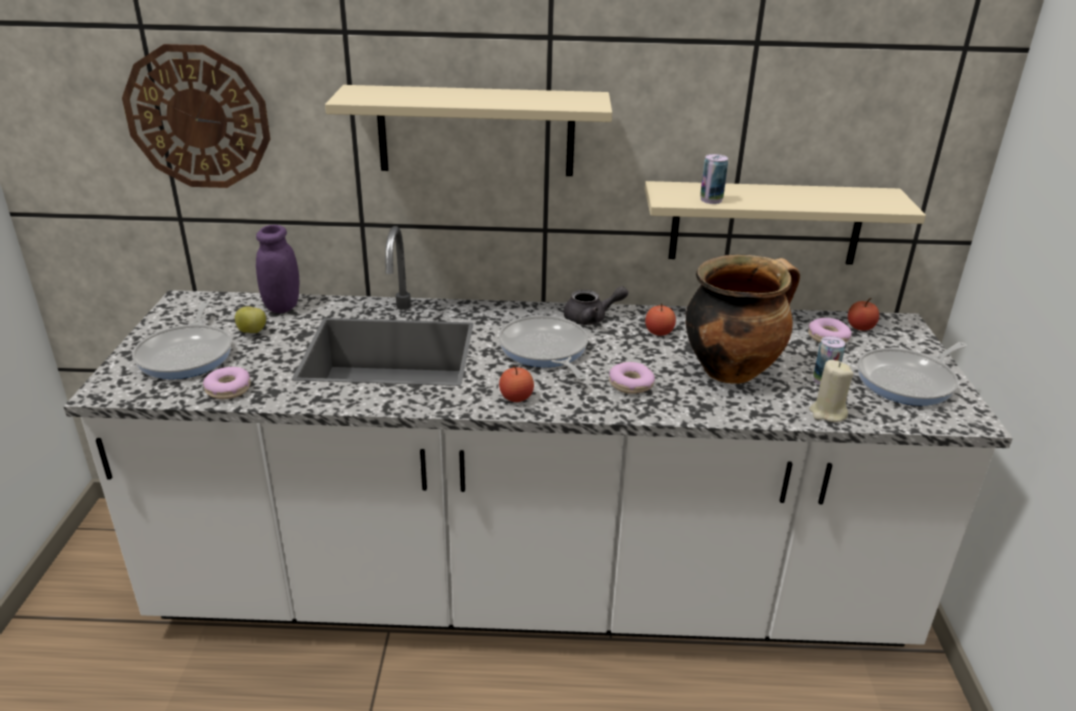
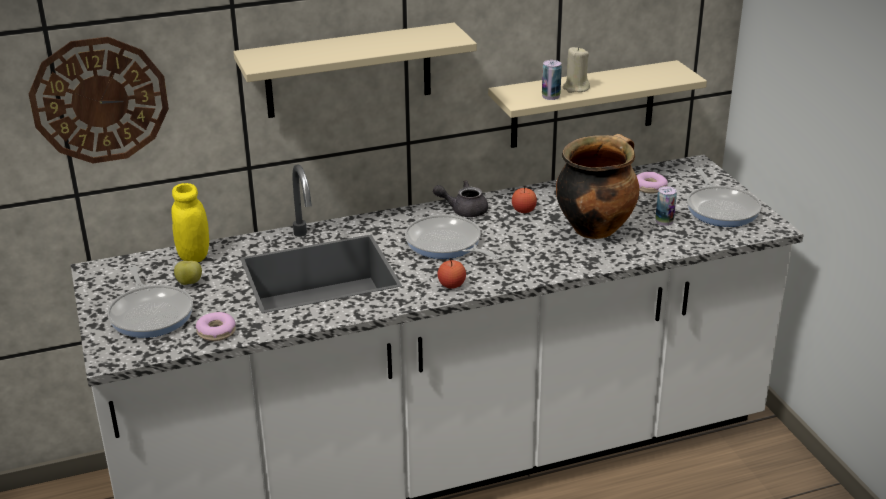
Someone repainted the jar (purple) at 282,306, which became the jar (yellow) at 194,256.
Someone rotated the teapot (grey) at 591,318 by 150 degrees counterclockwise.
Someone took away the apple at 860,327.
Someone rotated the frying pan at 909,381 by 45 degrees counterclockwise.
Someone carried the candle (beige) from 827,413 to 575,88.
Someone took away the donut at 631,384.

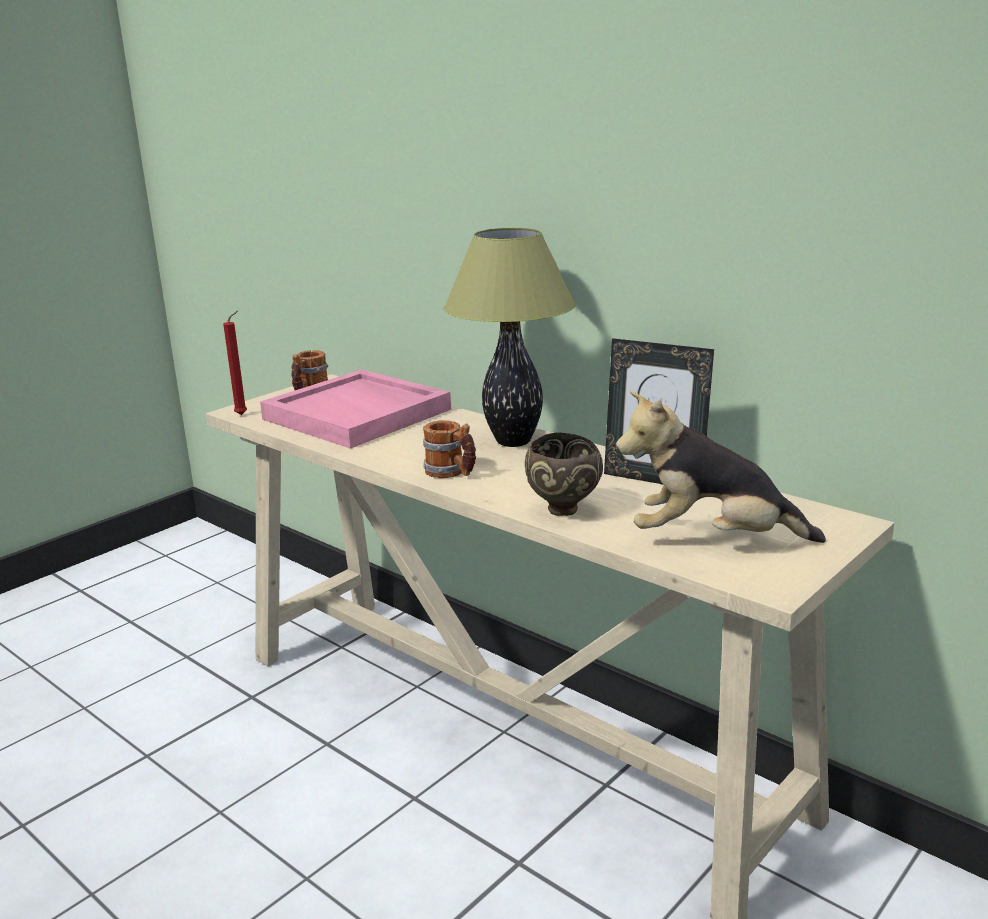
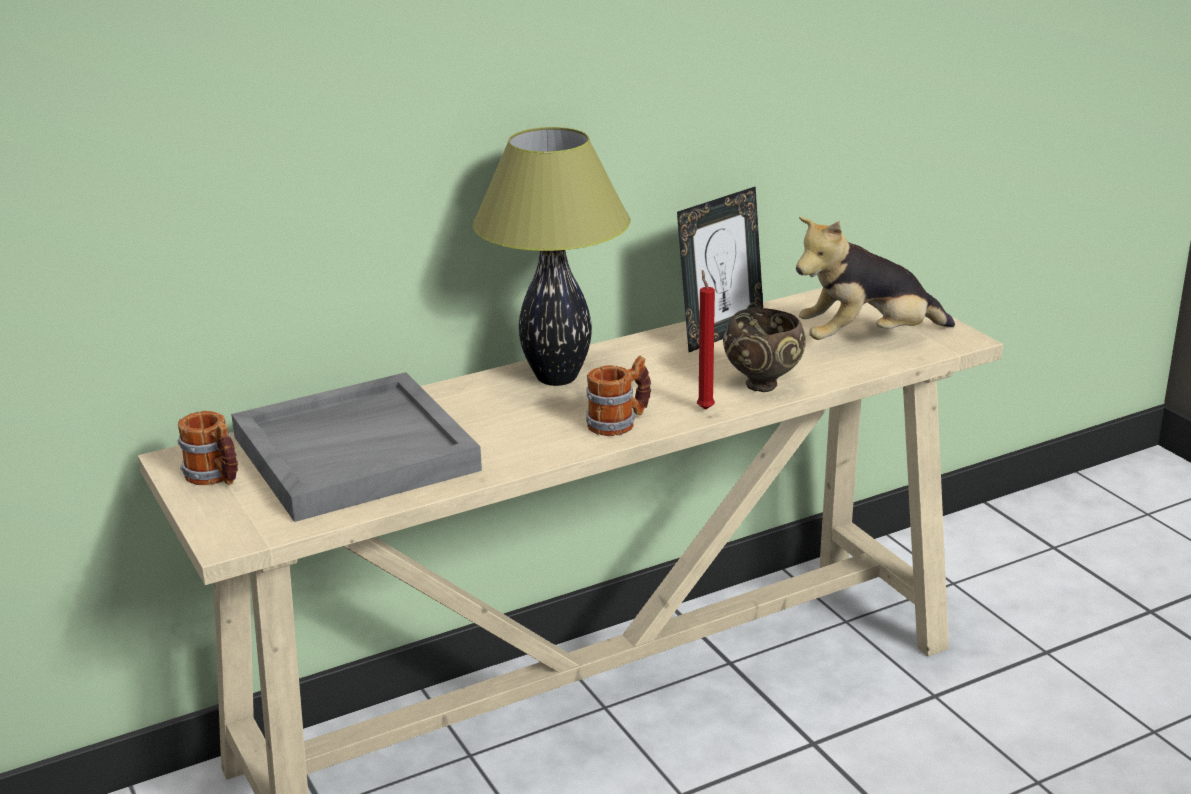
Someone carried the candle (red) from 243,414 to 704,408.
Someone repainted the tray (pink) at 359,414, which became the tray (grey) at 356,452.
Someone rotated the plush toy at 712,540 by 45 degrees clockwise.

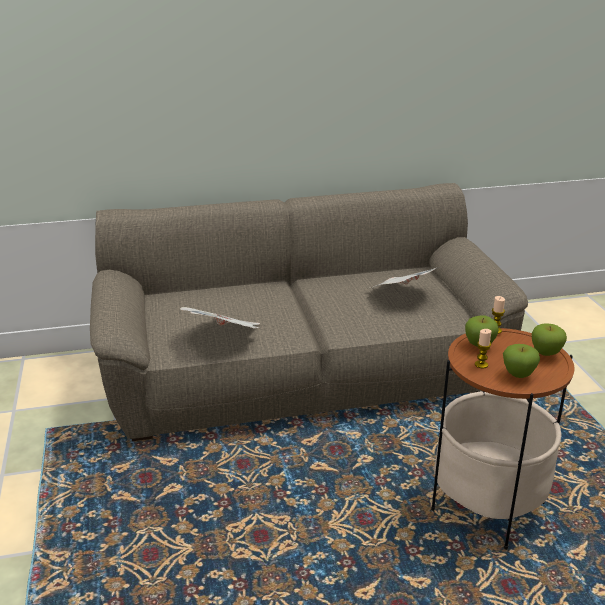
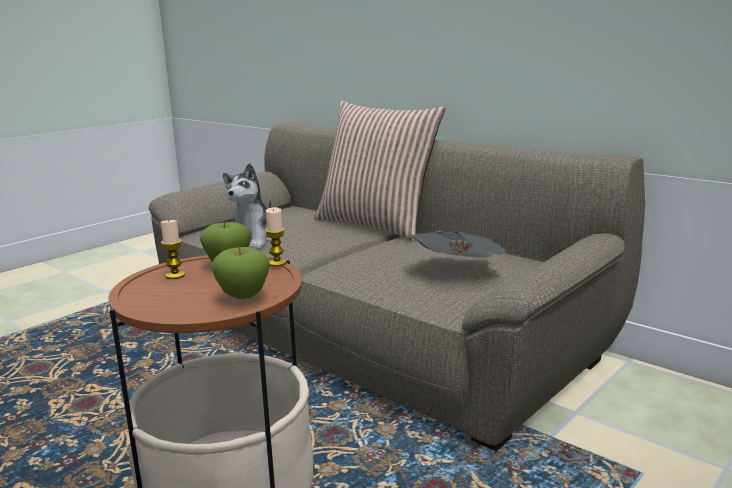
Someone swapped the newspaper at 225,336 for the plush toy at 255,239.
Someone took away the apple at 518,374.
Someone put down the pillow at 376,225.

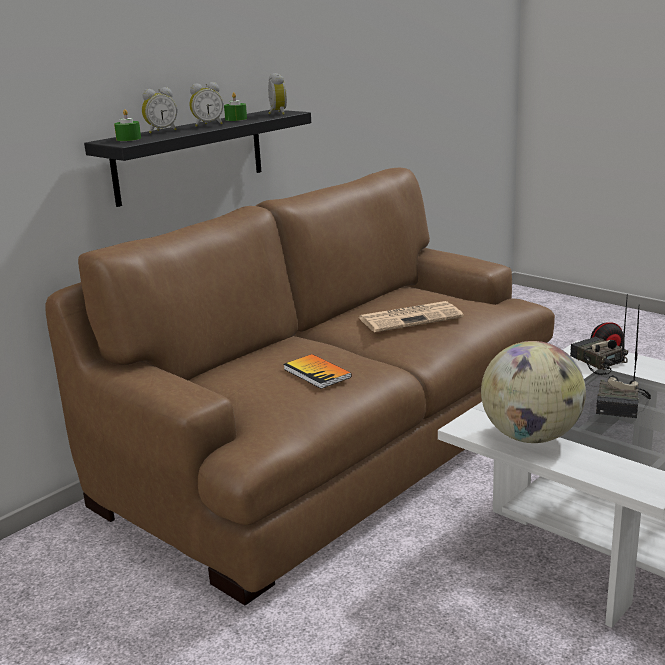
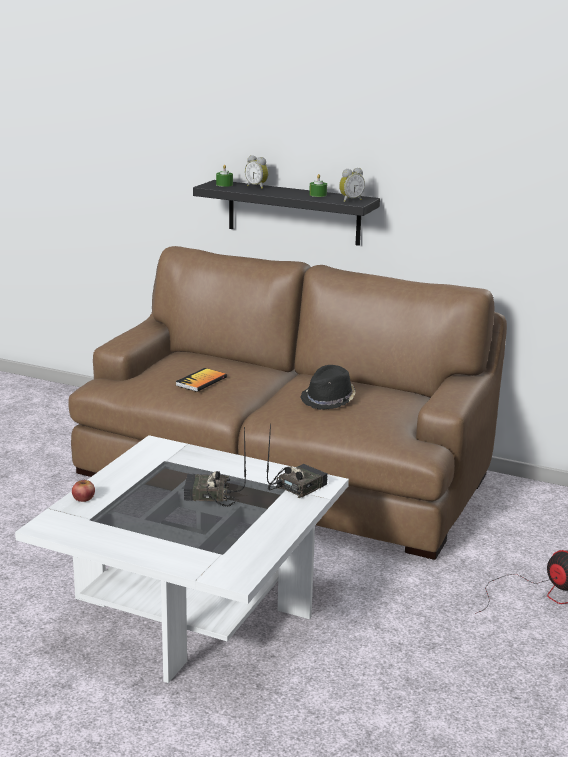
Someone took away the alarm clock at 207,125.
Someone swapped the newspaper at 411,317 for the hat (black) at 329,400.
Someone took away the globe at 531,437.
Someone put down the apple at 83,498.

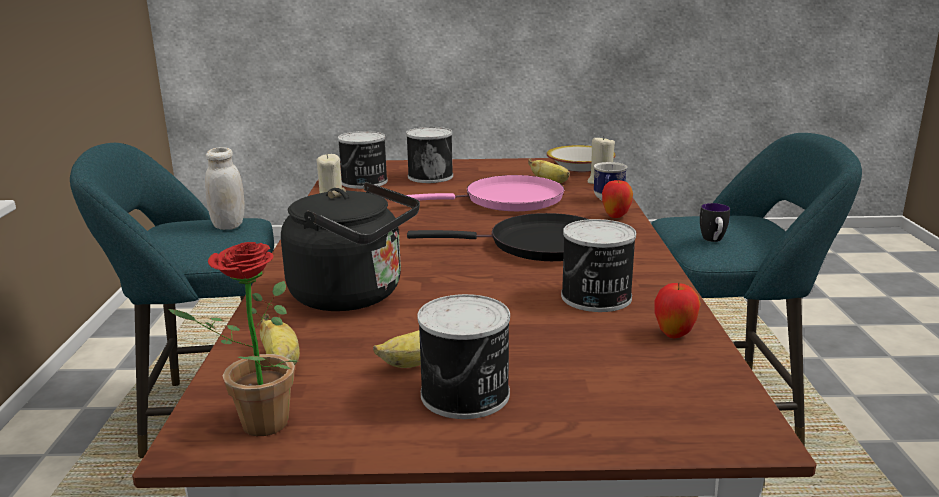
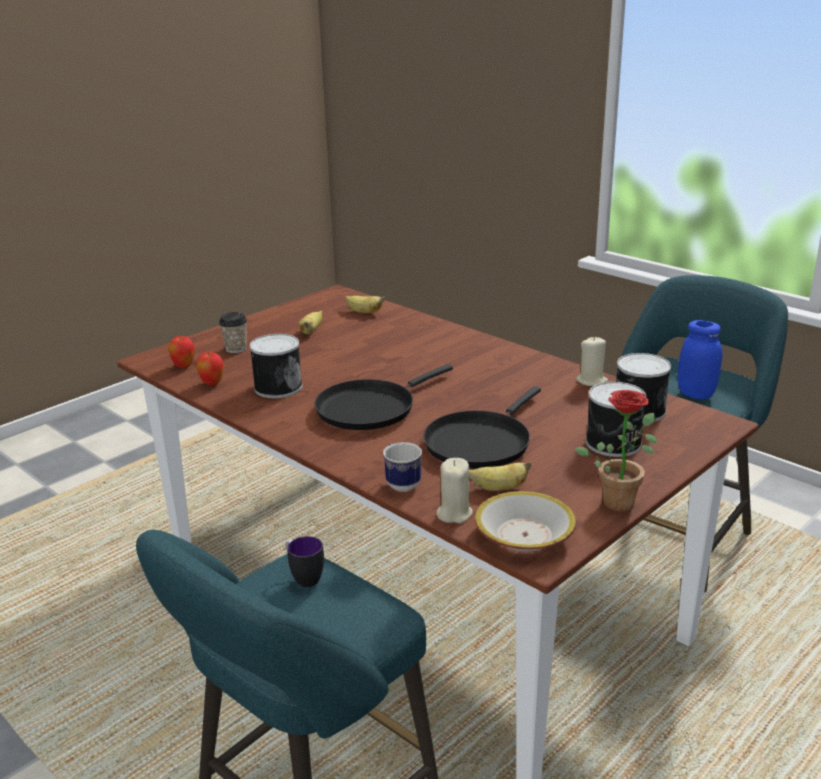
Someone repainted the jar (white) at 229,225, which became the jar (blue) at 696,394.
Someone repainted the frying pan (pink) at 507,200, which became the frying pan (black) at 480,442.
Someone carried the apple from 616,216 to 183,366.
Someone took away the kettle (black) at 354,295.
Someone carried the potted plant from 254,425 to 620,500.
Someone took away the can at 467,395.
Someone put down the cup at 236,349.

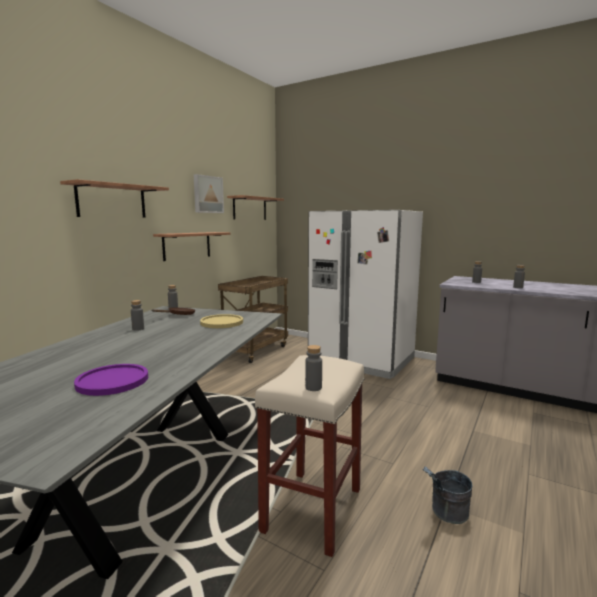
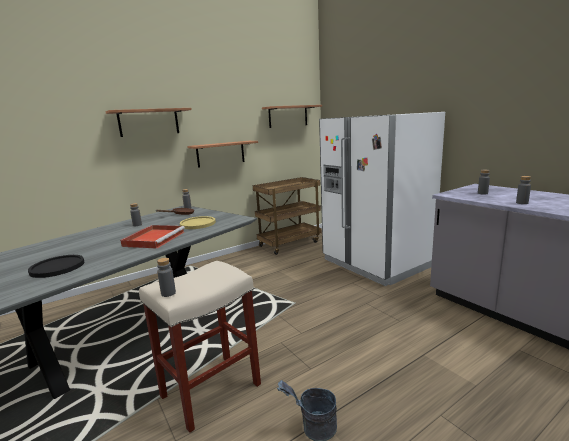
Someone took away the picture at 207,194.
Someone repainted the plate (purple) at 112,381, which became the plate (black) at 57,267.
Someone put down the tray (red) at 154,238.

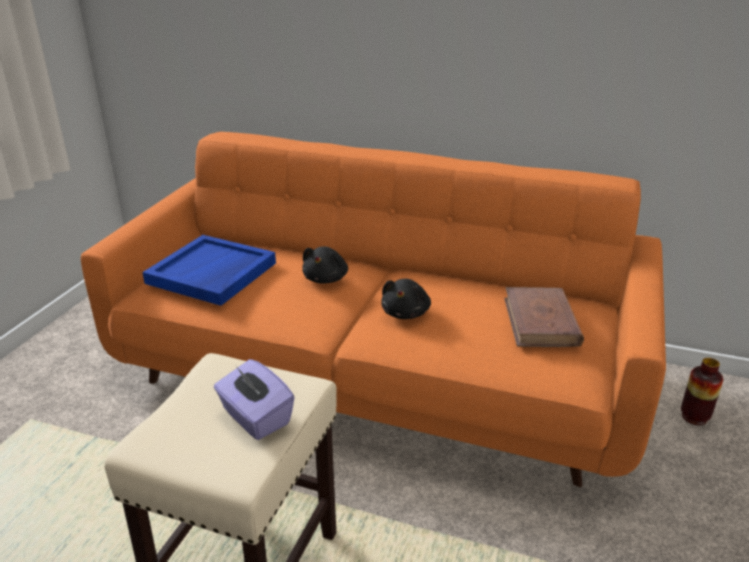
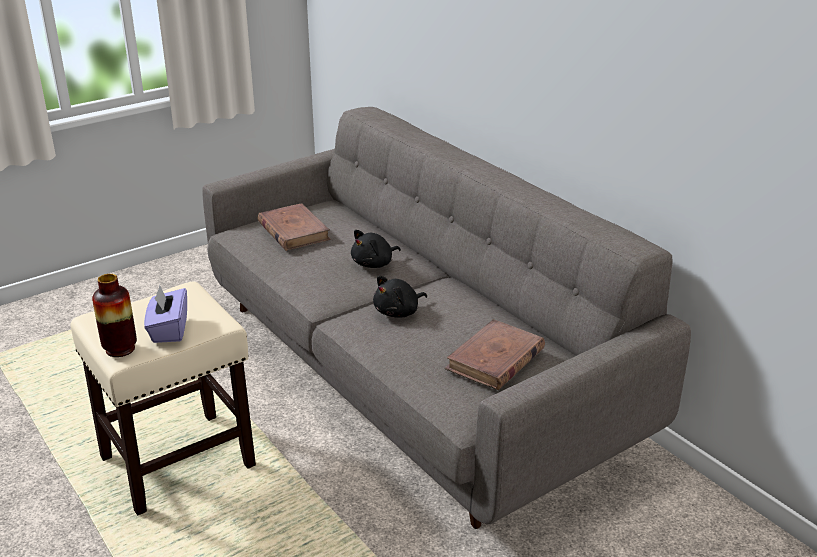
Someone repainted the sofa (orange) at 376,375, which became the sofa (grey) at 410,372.
Someone swapped the tray (blue) at 212,273 for the book (brown) at 293,231.
Someone carried the vase from 694,417 to 120,349.

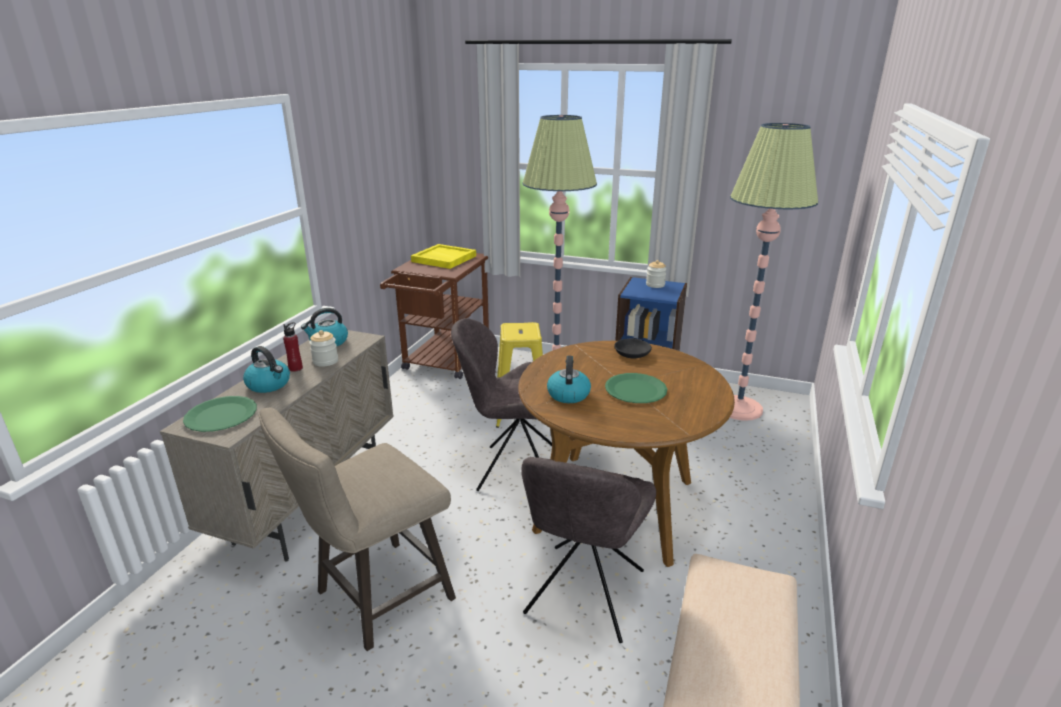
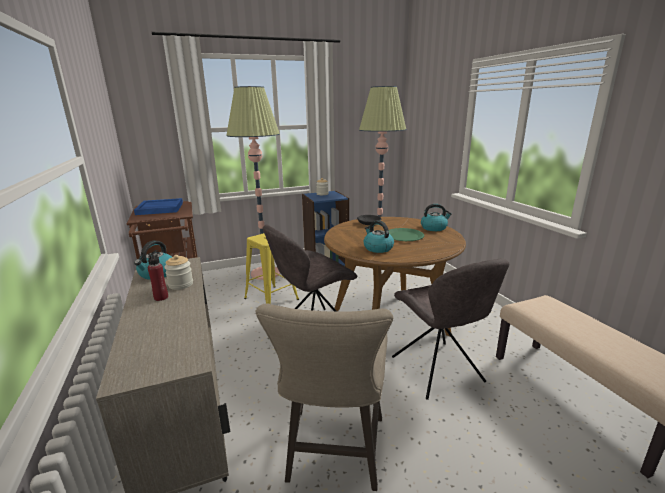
Someone repainted the tray (yellow) at 443,259, which became the tray (blue) at 159,209.
Someone carried the kettle from 269,384 to 434,228.
Someone took away the plate (green) at 221,416.

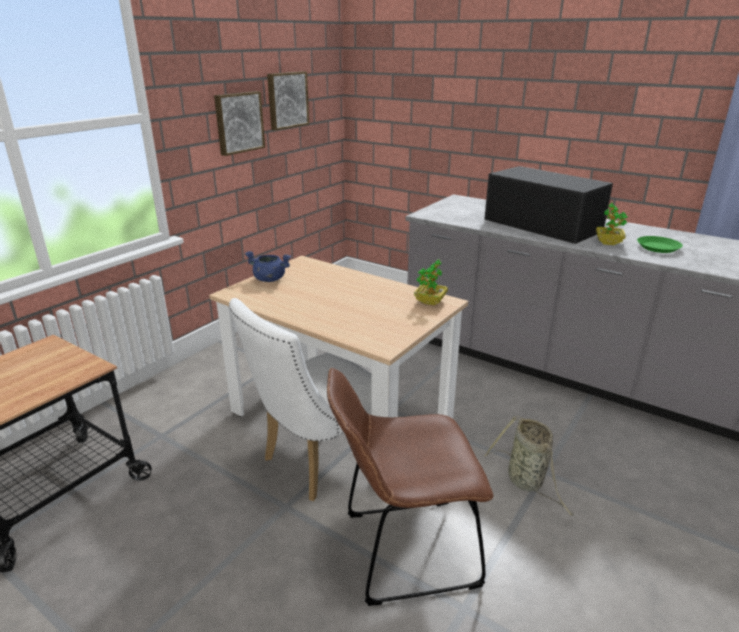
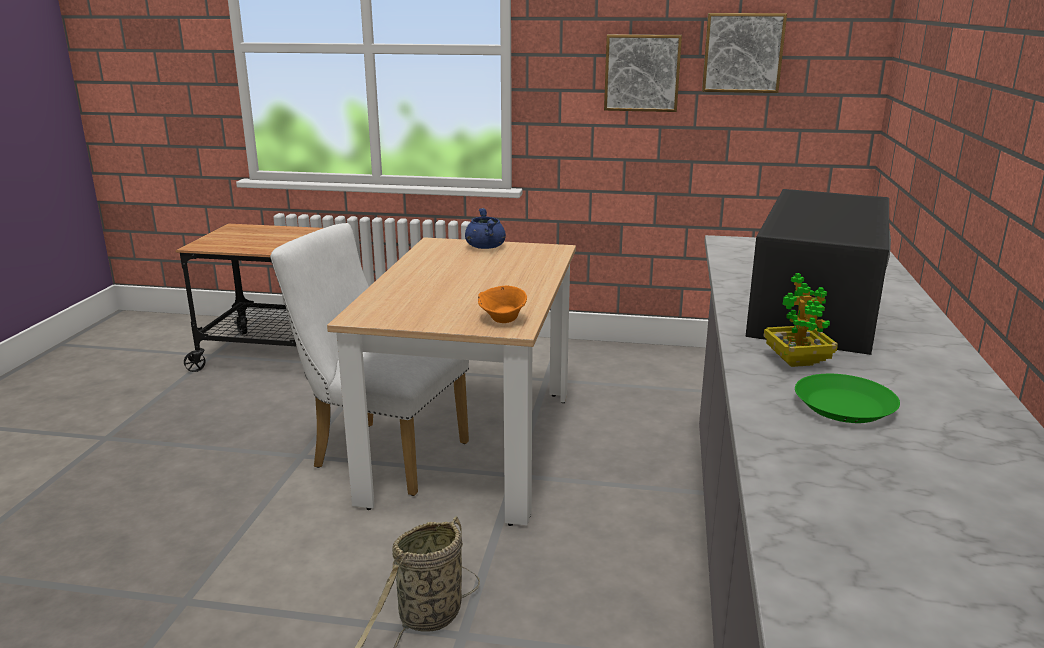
Someone swapped the potted plant at 430,302 for the bowl (orange) at 503,320.
Someone took away the chair (brown) at 403,550.

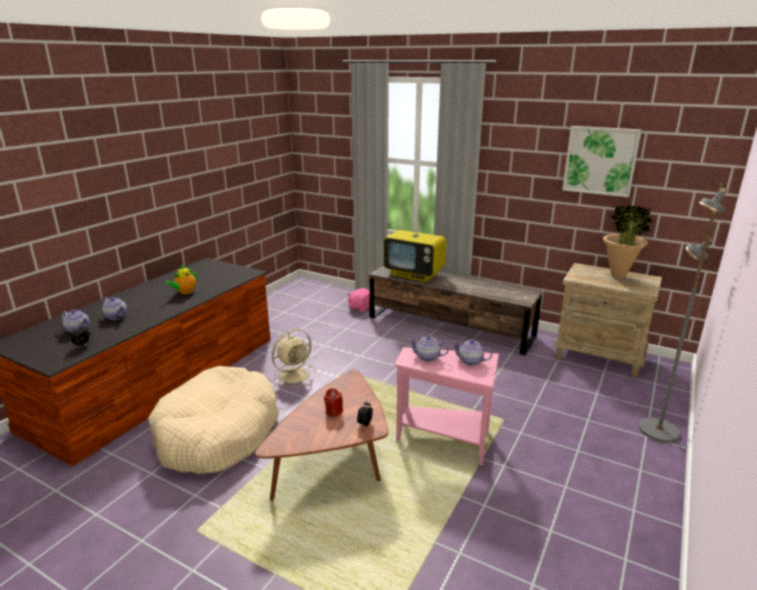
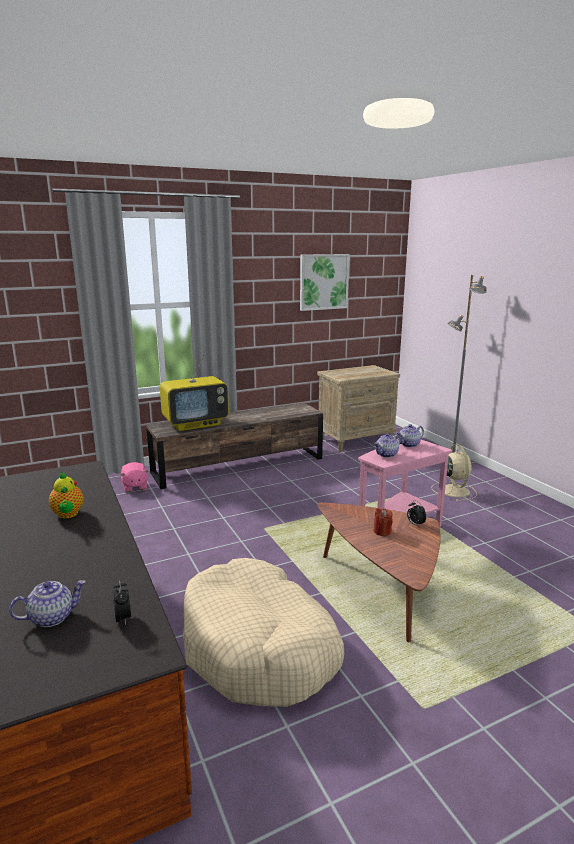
Someone took away the potted plant at 618,276.
Someone took away the teapot at 116,317.
Someone carried the fan (beige) from 295,375 to 454,490.

